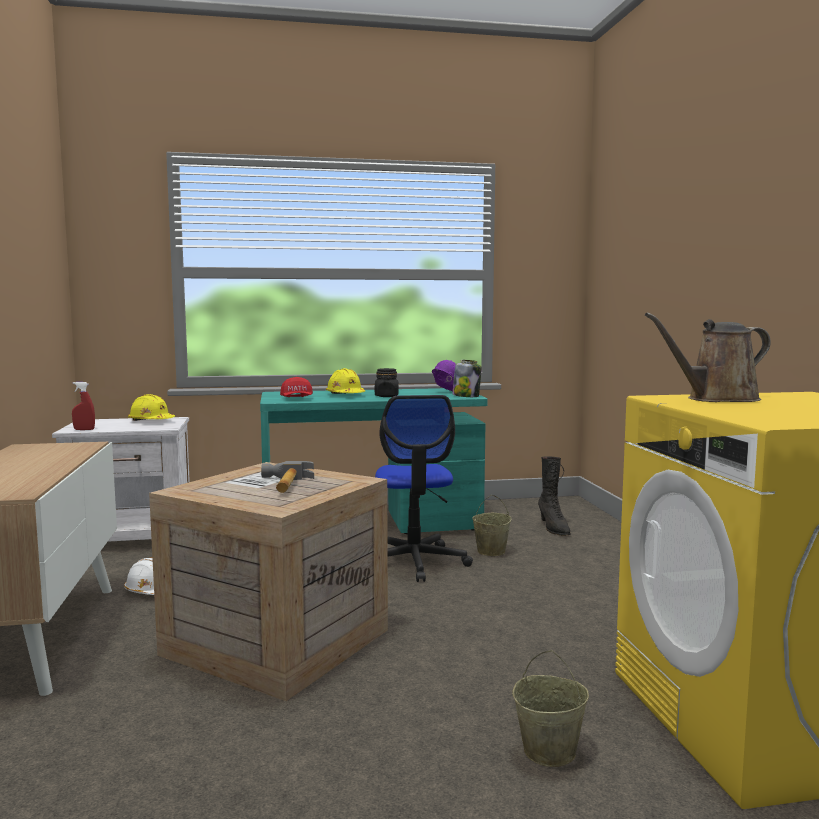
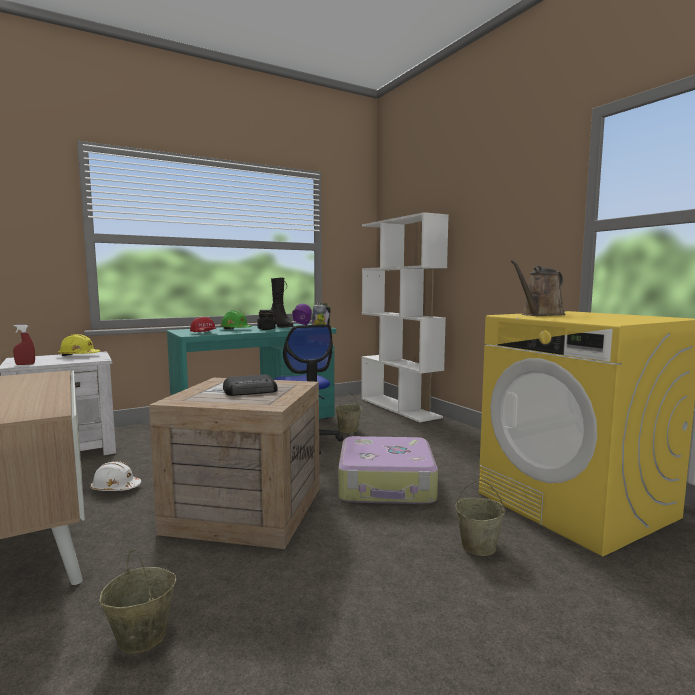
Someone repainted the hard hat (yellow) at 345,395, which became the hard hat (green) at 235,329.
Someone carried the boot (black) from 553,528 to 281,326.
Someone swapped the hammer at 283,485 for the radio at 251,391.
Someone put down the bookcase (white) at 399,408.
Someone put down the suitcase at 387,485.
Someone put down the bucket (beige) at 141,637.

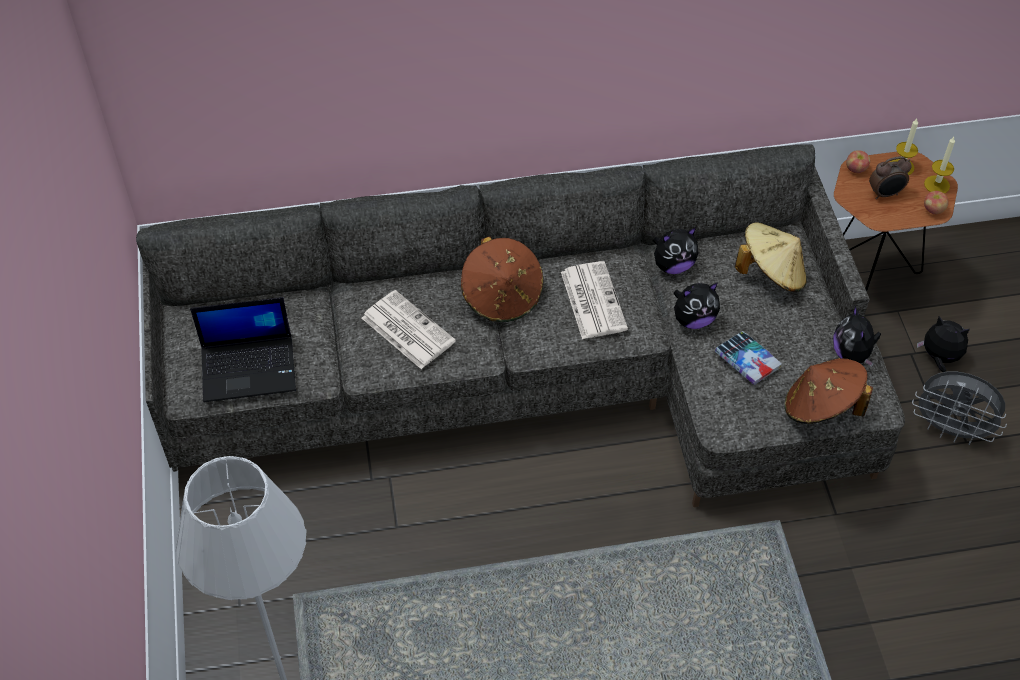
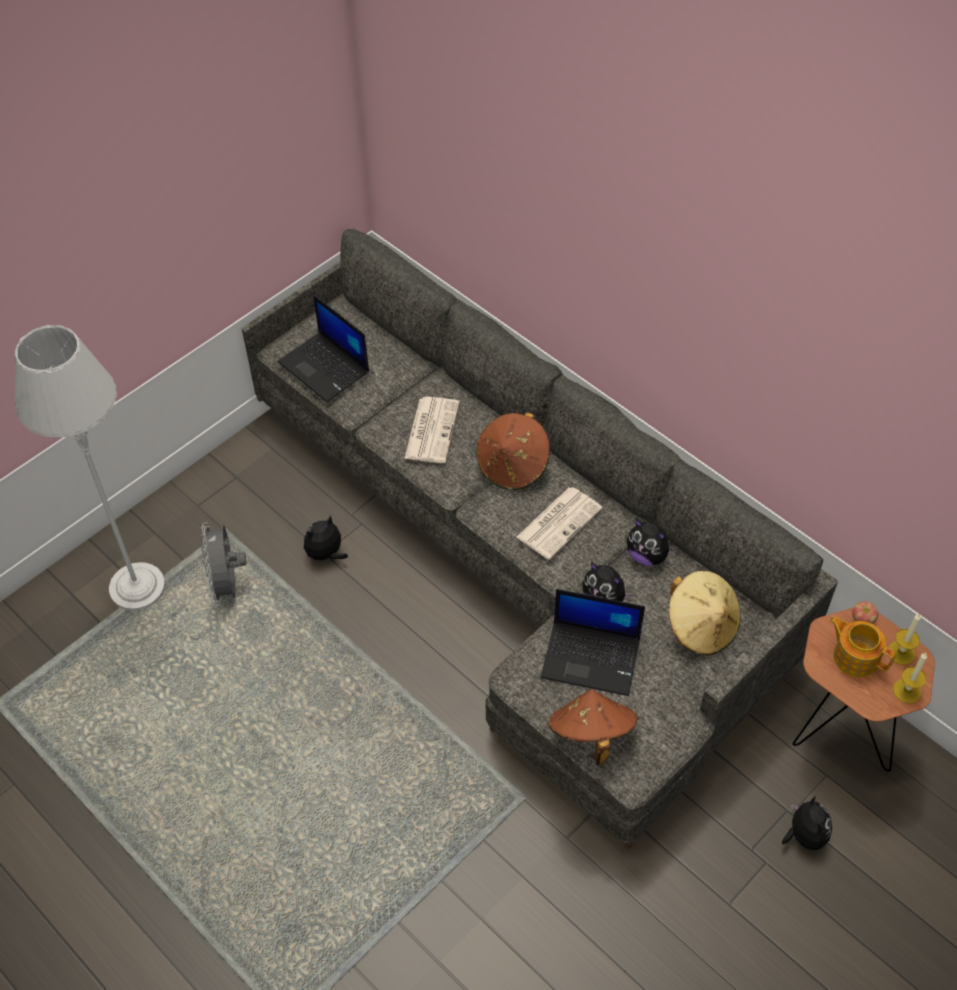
Someone swapped the alarm clock at 885,194 for the teapot at 855,656.
Someone took away the apple at 933,210.
Someone carried the plush toy from 852,355 to 326,554.
Someone swapped the book at 747,361 for the laptop at 592,658.
Someone carried the fan (grey) from 950,430 to 227,585.

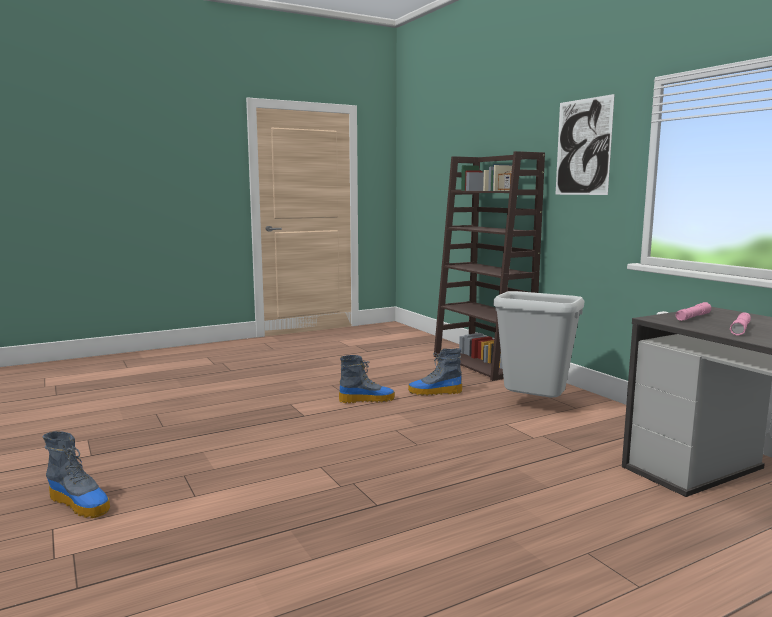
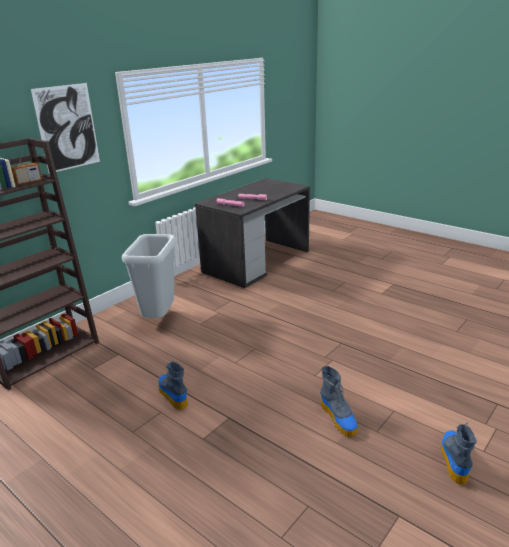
Someone carried the boot from 434,392 to 339,418.

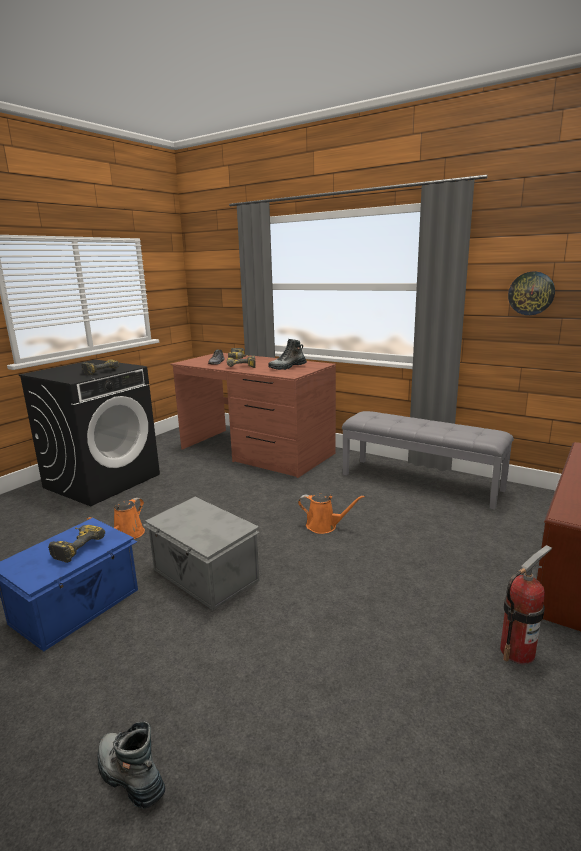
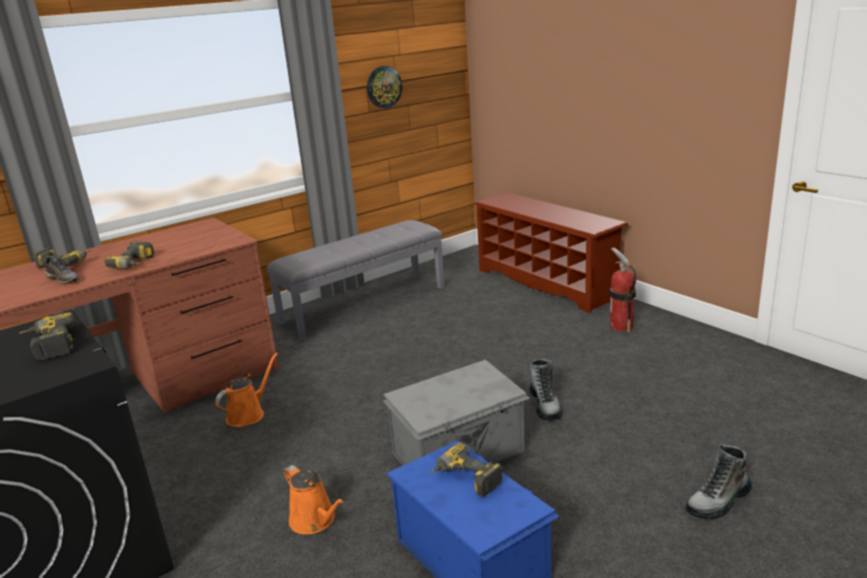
Someone carried the boot from 287,367 to 545,405.
Someone carried the watering can (orange) from 324,526 to 248,414.

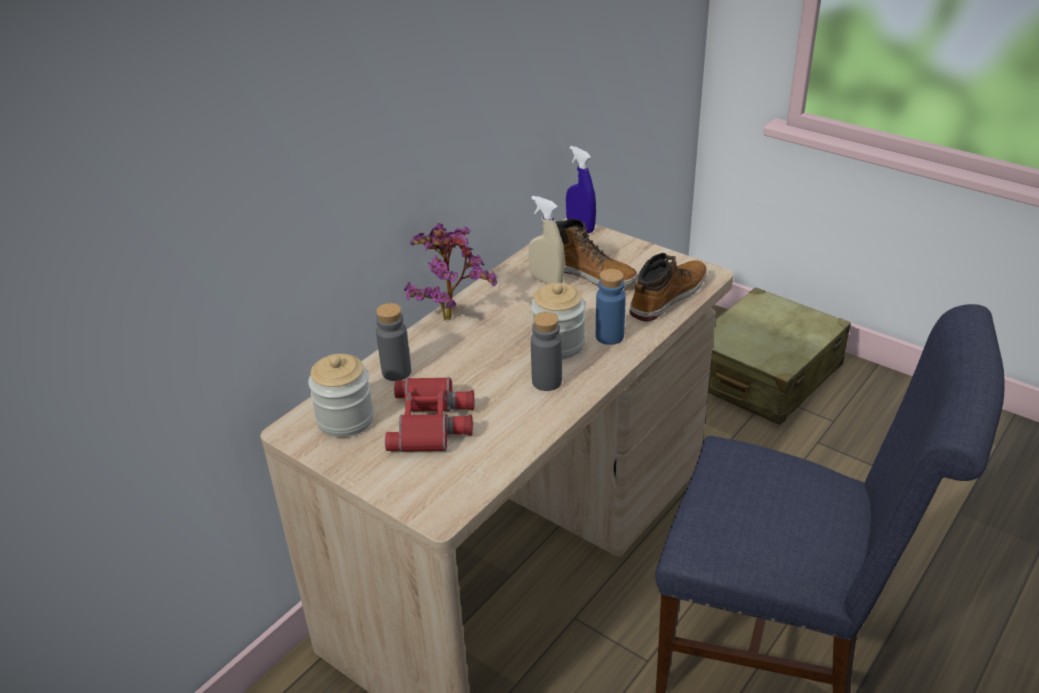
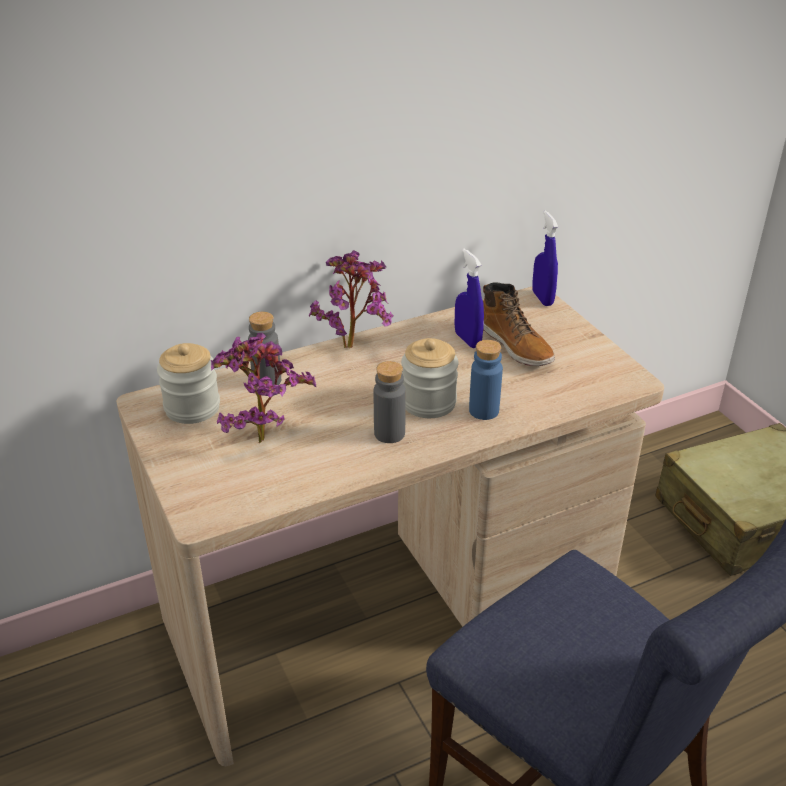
Someone repainted the spray bottle (beige) at 546,281, which became the spray bottle (blue) at 467,340.
Someone took away the boot at 667,297.
Someone swapped the binoculars (red) at 433,422 for the potted plant at 261,435.

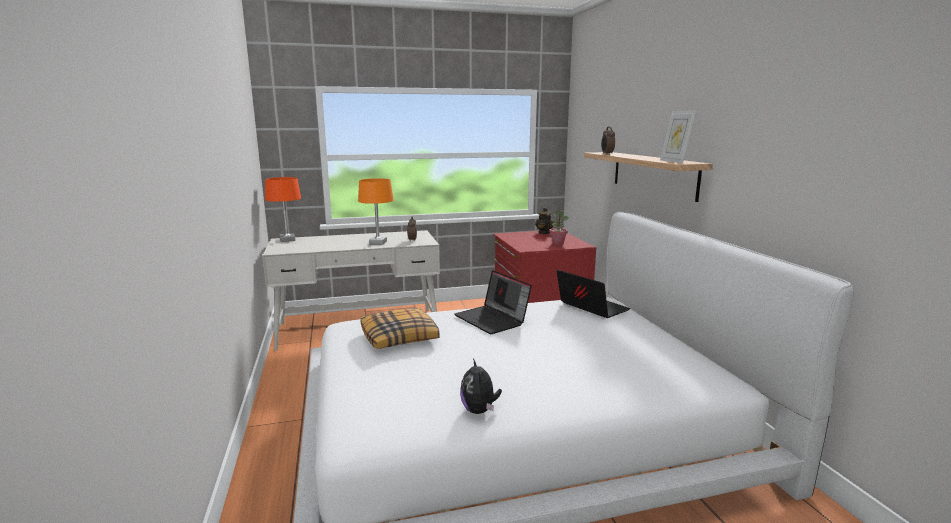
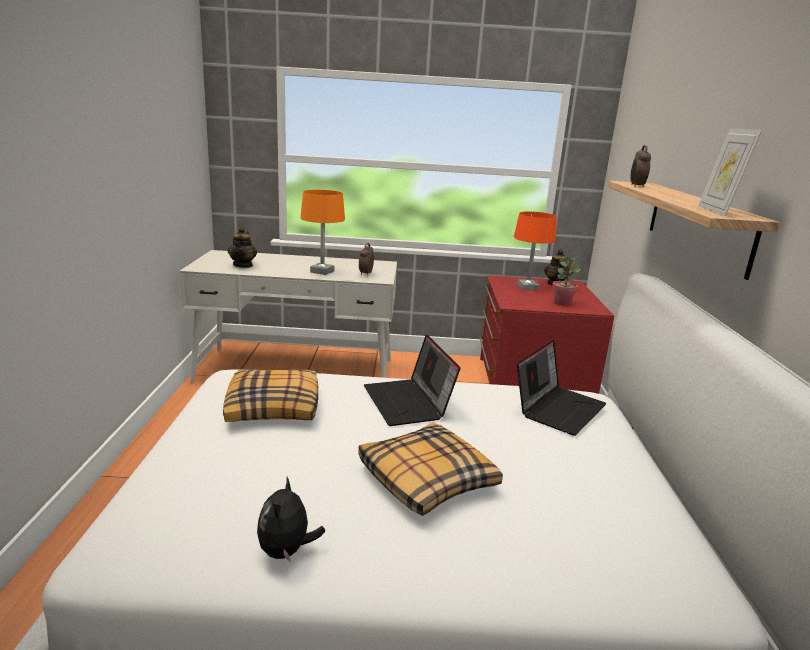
Someone carried the table lamp (orange) from 287,240 to 527,287.
Someone rotated the laptop at 590,307 by 60 degrees clockwise.
Someone put down the teapot at 243,265.
Someone put down the pillow at 426,479.

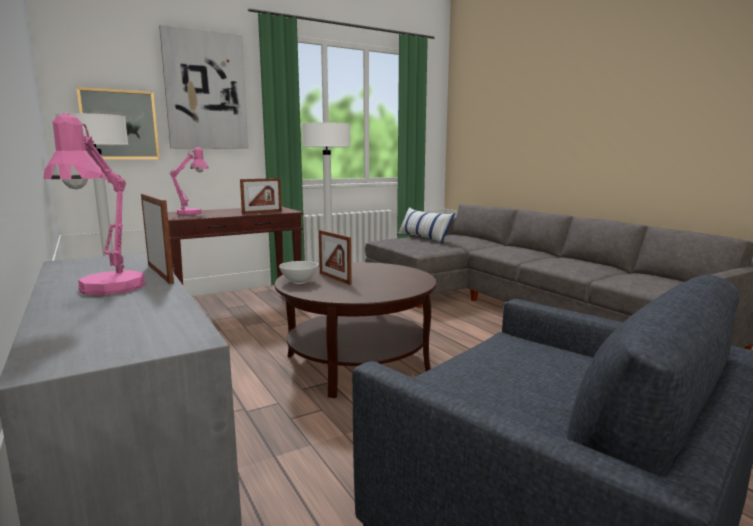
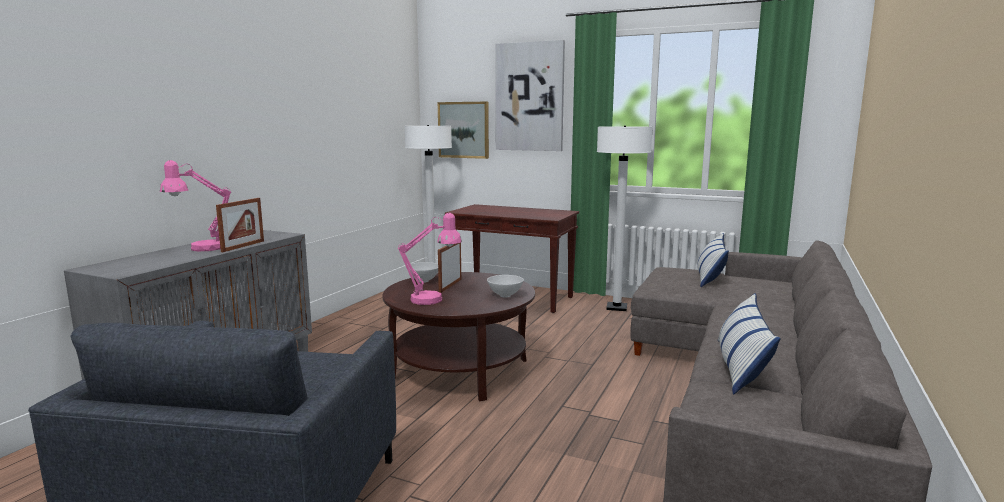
Someone carried the table lamp (pink) from 193,213 to 433,299.
Someone took away the picture frame at 262,212.
Someone put down the bowl (white) at 505,296.
Someone put down the pillow at 741,366.

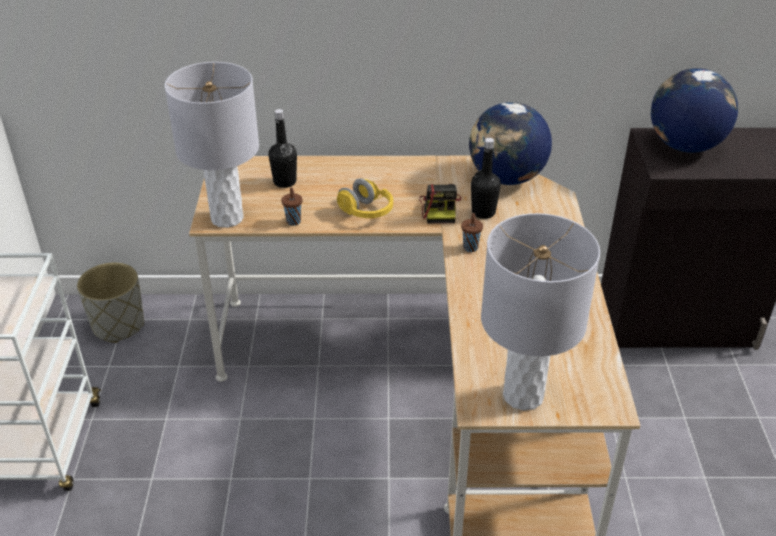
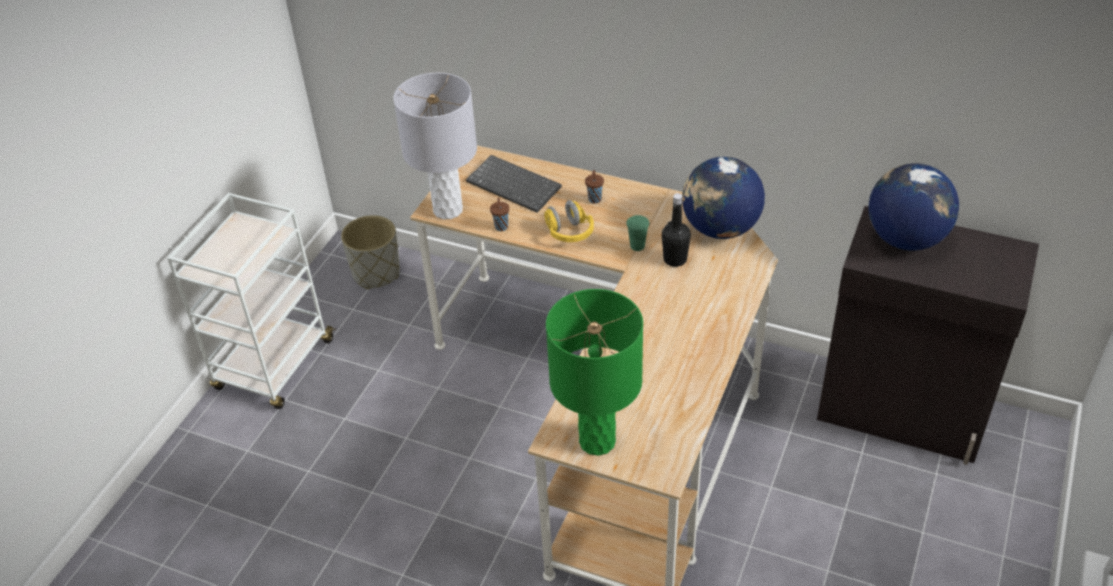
Someone swapped the bottle (black) at 285,182 for the keyboard at 515,185.
Someone swapped the photo camera at 440,209 for the cup (green) at 637,246.
Someone carried the cup (brown) from 470,248 to 594,200.
Someone repainted the table lamp (grey) at 522,395, which became the table lamp (green) at 597,441.

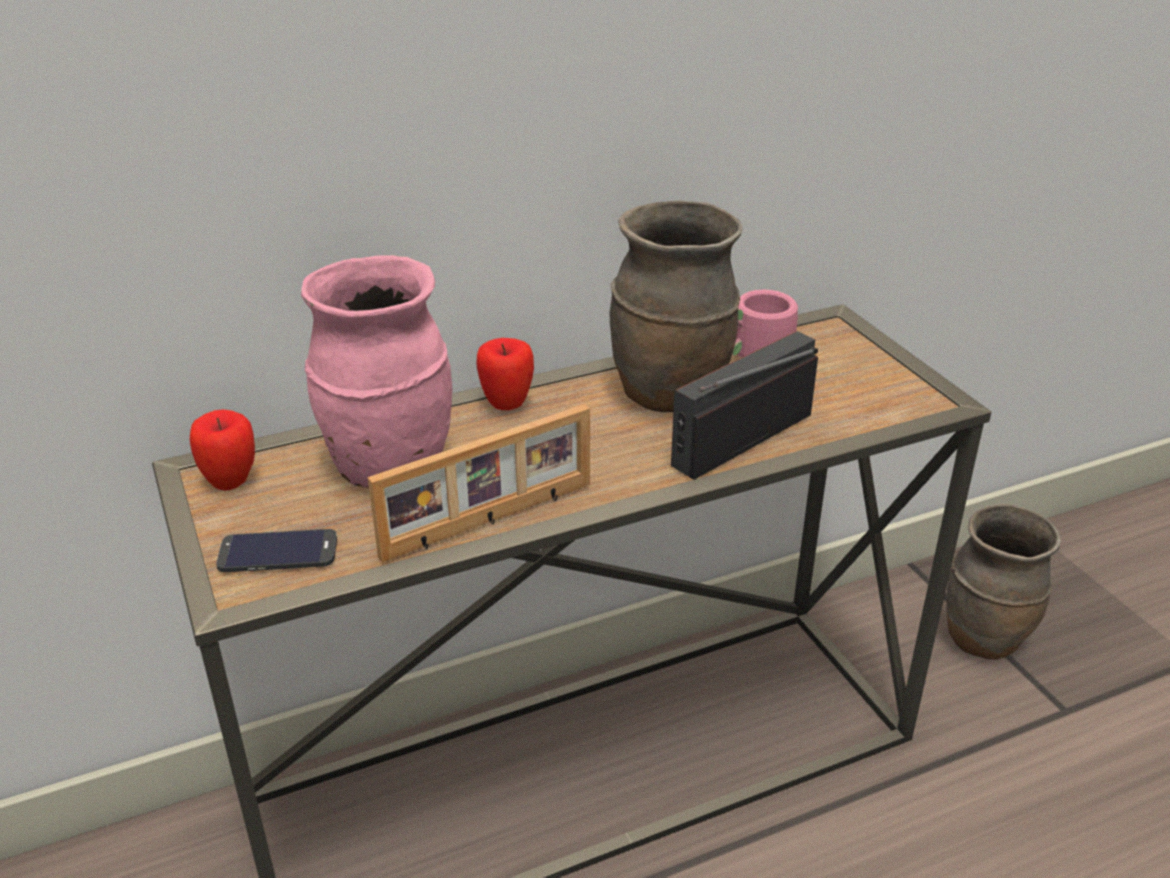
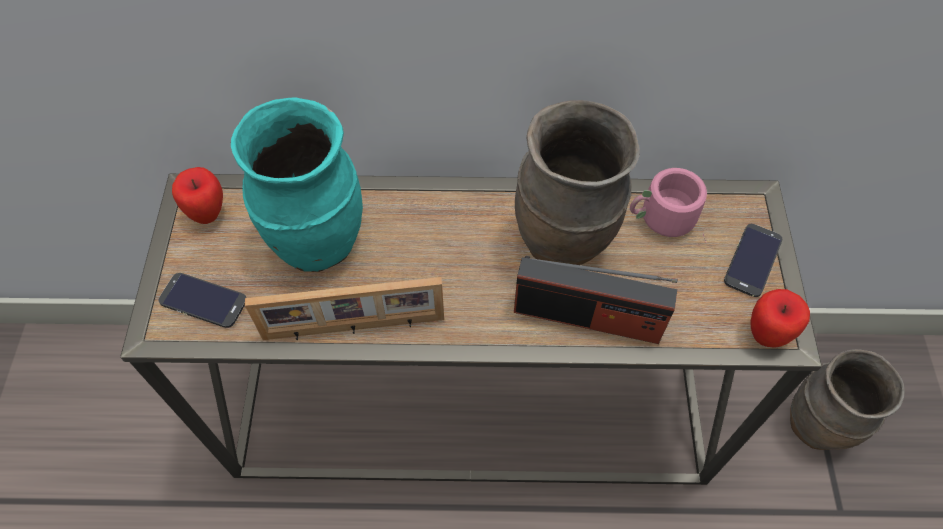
Someone repainted the vase (pink) at 388,467, which became the vase (turquoise) at 316,241.
Someone rotated the radio at 742,439 by 150 degrees counterclockwise.
Someone carried the apple from 507,403 to 766,334.
Someone put down the phone at 752,260.

